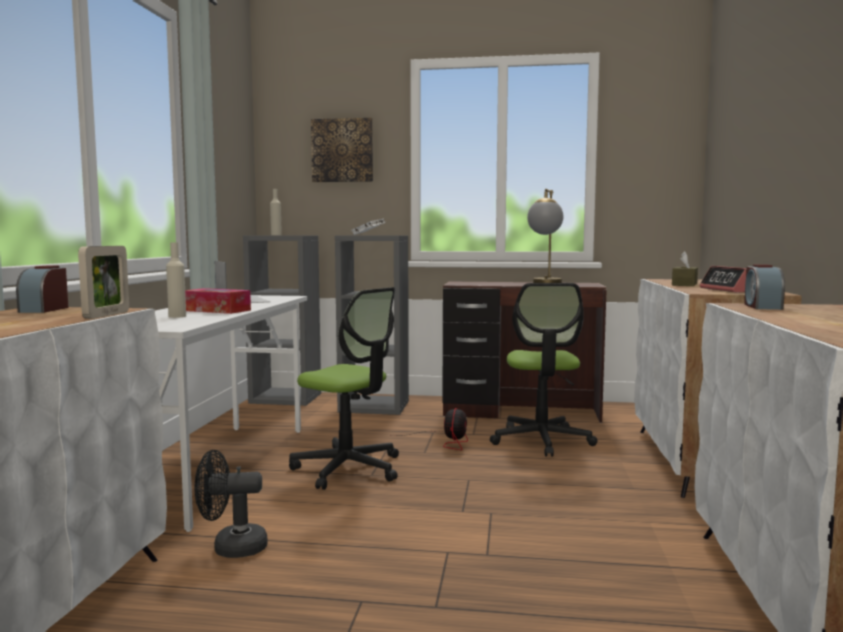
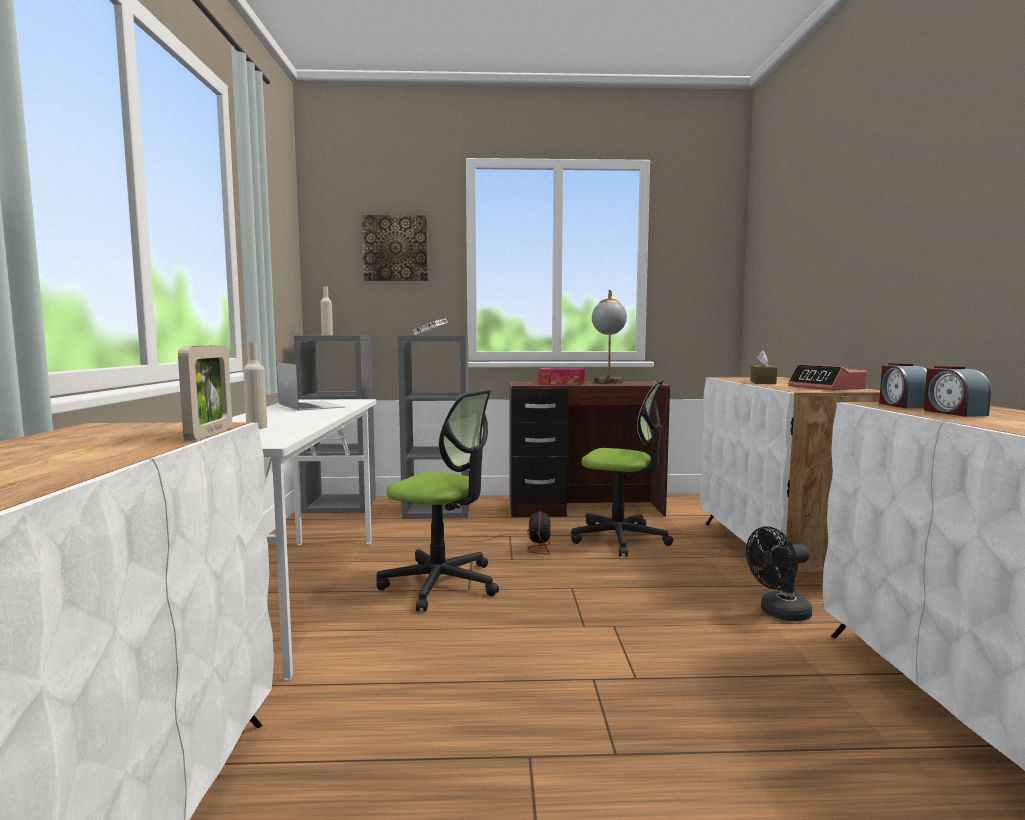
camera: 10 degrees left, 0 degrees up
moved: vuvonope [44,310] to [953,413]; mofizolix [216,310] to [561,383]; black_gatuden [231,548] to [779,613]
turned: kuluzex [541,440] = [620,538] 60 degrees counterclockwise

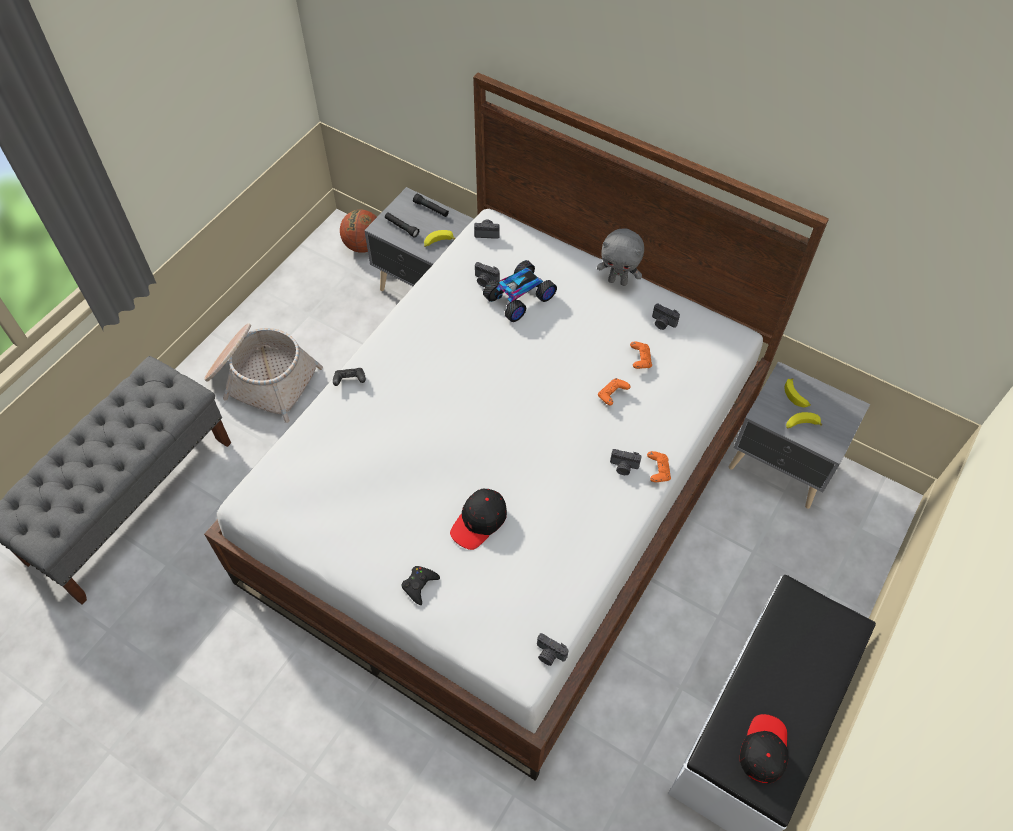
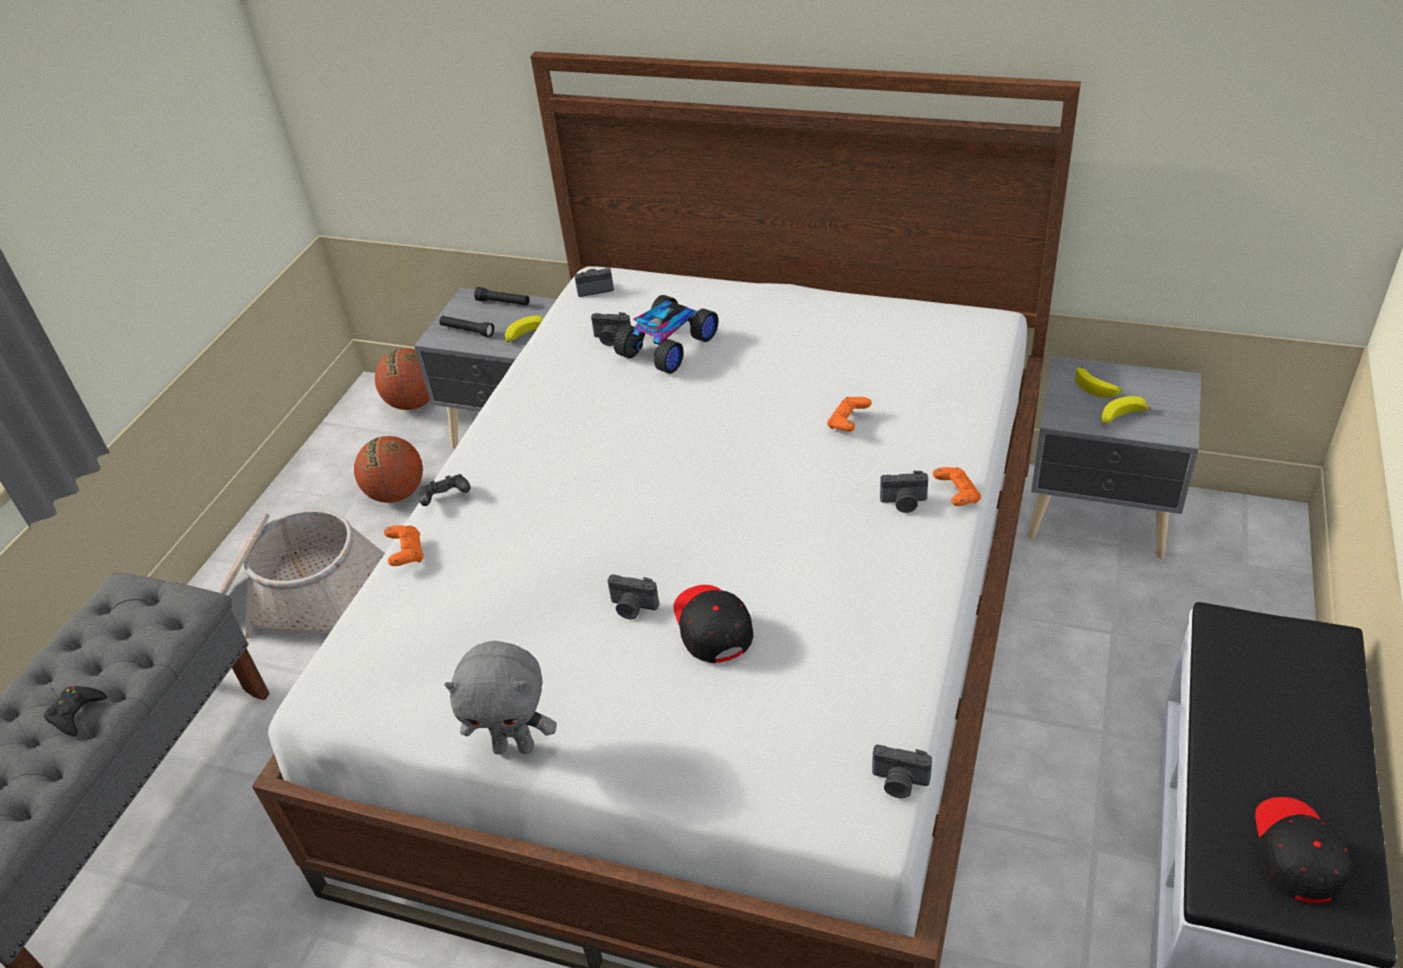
camera: 10 degrees left, 15 degrees down
added: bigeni [396,493]
moved: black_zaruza [419,585] to [76,713]; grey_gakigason [618,281] to [515,746]; orange_zaruza [640,360] to [406,554]; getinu [662,323] to [632,608]
turned: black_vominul [479,522] = [711,627] 135 degrees clockwise

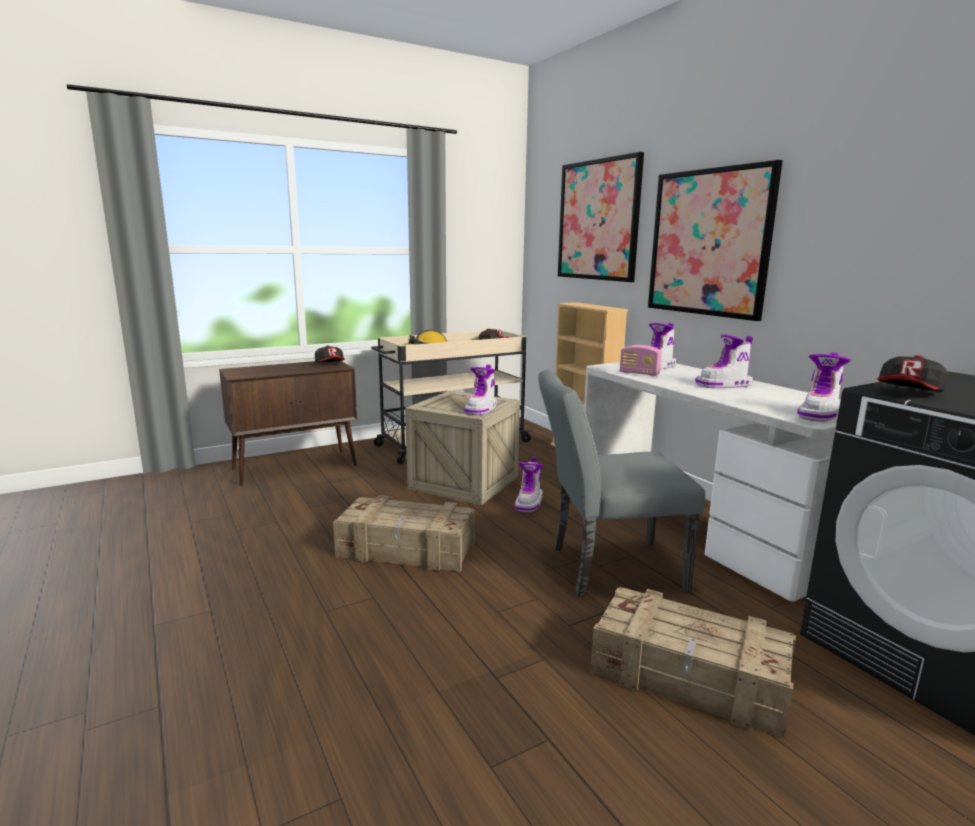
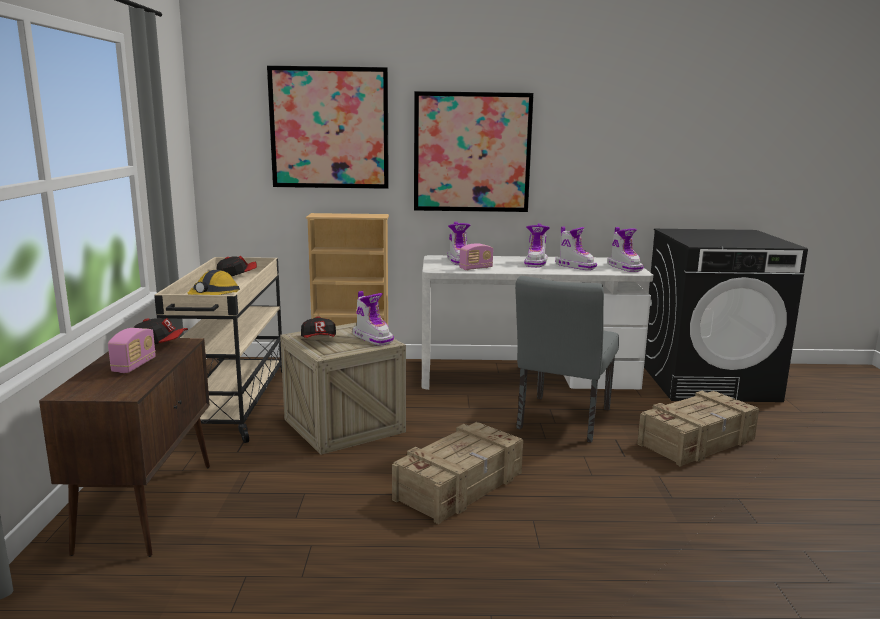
camera: 60 degrees left, 0 degrees up
added: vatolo [134,366]
moved: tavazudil [529,503] to [575,266]; vominul [908,393] to [319,340]

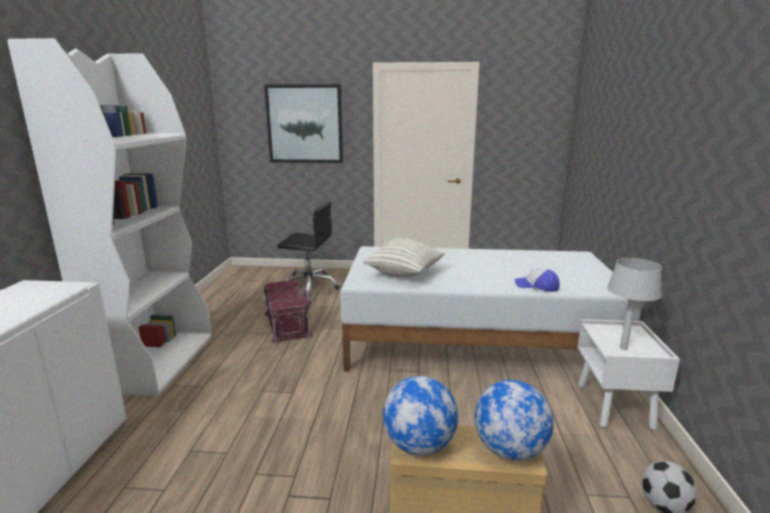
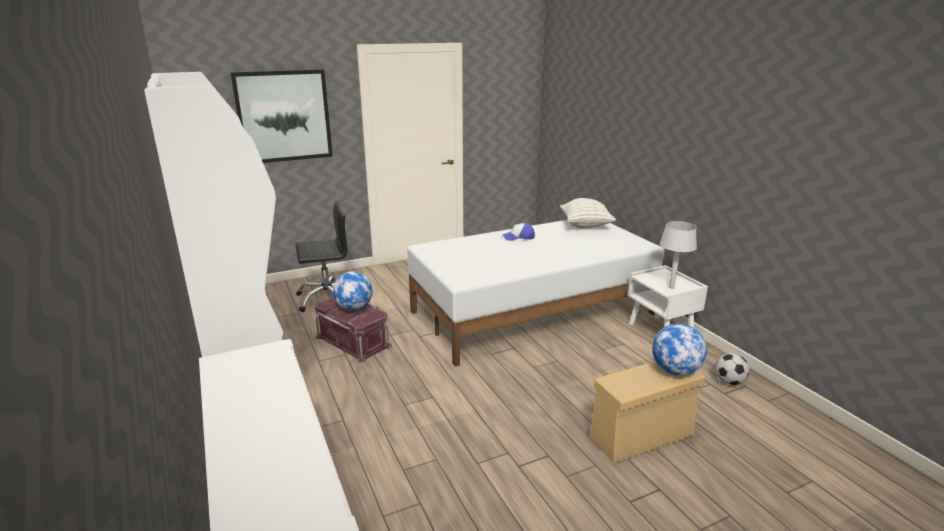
camera: 30 degrees left, 5 degrees up
moved: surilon [404,274] to [585,225]; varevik [419,445] to [354,308]; vominul [537,286] to [519,237]

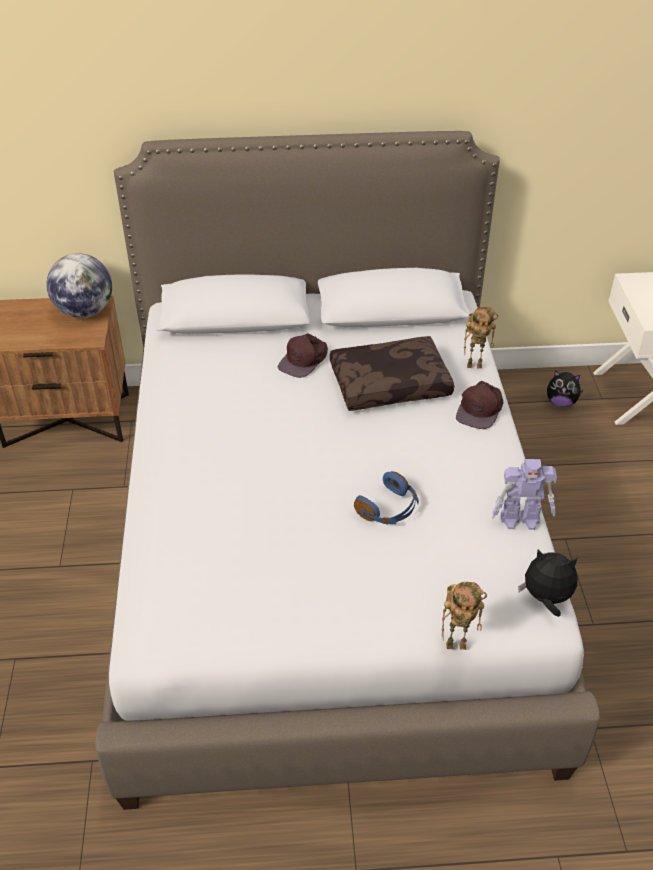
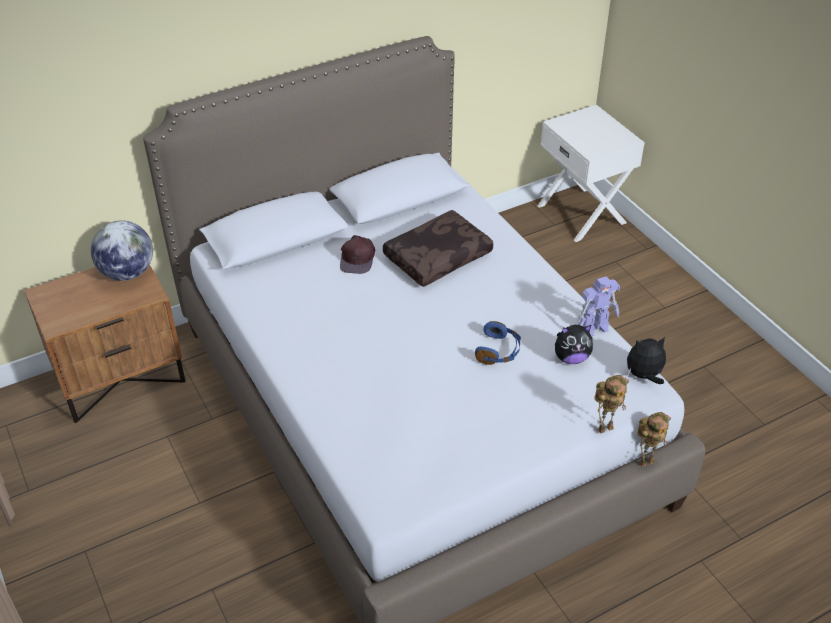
camera: 25 degrees left, 0 degrees up
removed: brown_vominul [480,409]
moved: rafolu [475,365] to [646,461]; gakigason [561,402] to [571,358]

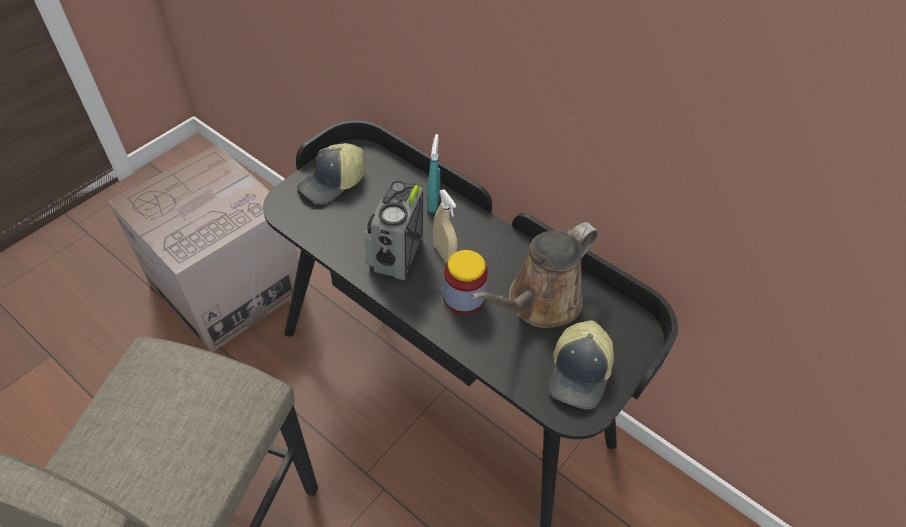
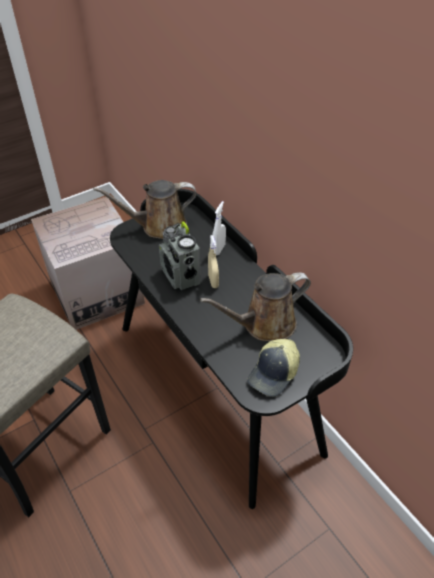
camera: 20 degrees right, 5 degrees down
removed: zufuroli [463,297]
replaced: vominul [333,183] to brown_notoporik [159,226]
recoloured: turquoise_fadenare [433,203] to white_fadenare [219,249]
turned: vatolo [395,255] = [181,276] 60 degrees counterclockwise

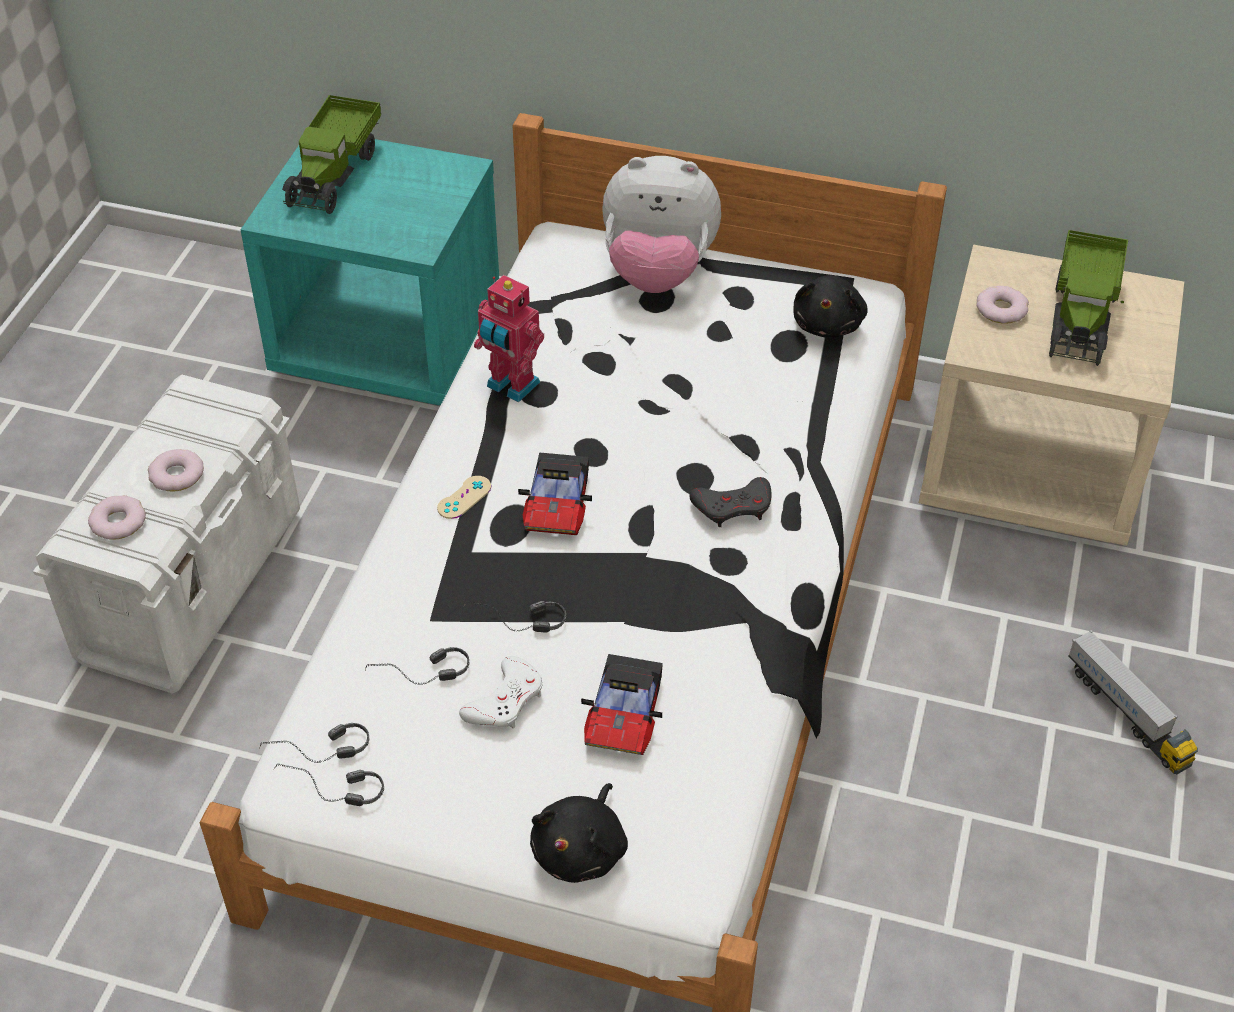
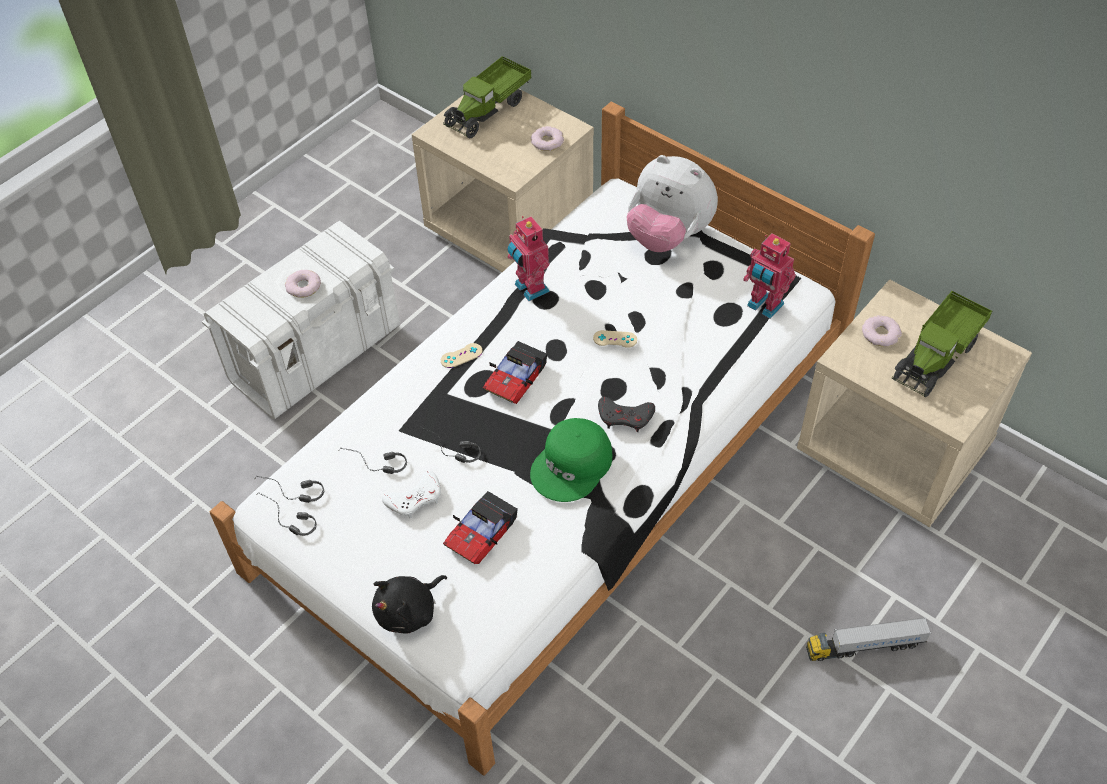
camera: 25 degrees right, 5 degrees up
added: green_vominul [573,465]; beige_zaruza [615,339]
moved: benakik [118,522] to [547,142]
replaced: black_gakigason [828,323] to rafolu [764,306]
recoloured: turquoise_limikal [389,343] to beige_limikal [510,229]
turned: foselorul [1127,714] = [864,646] 90 degrees clockwise

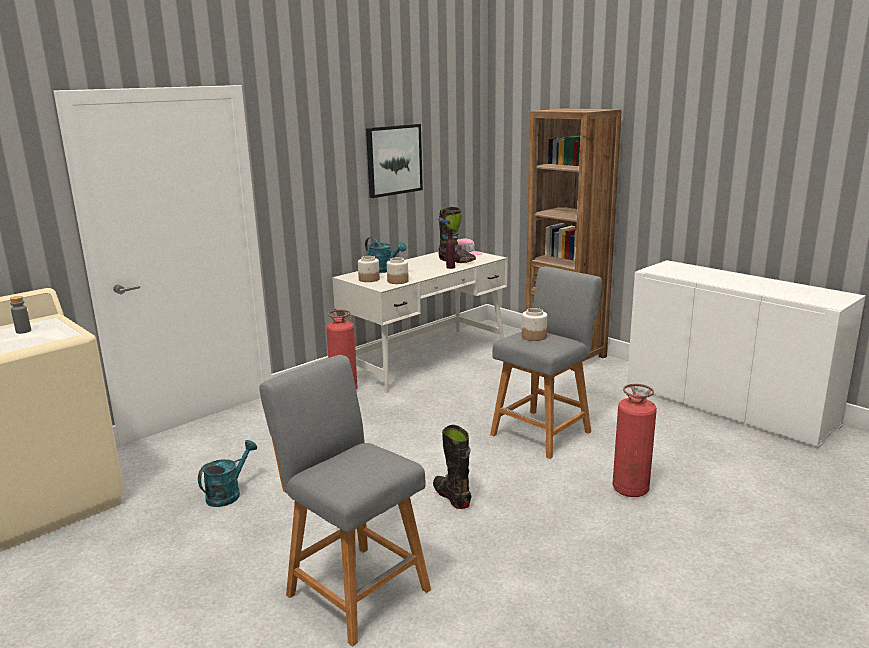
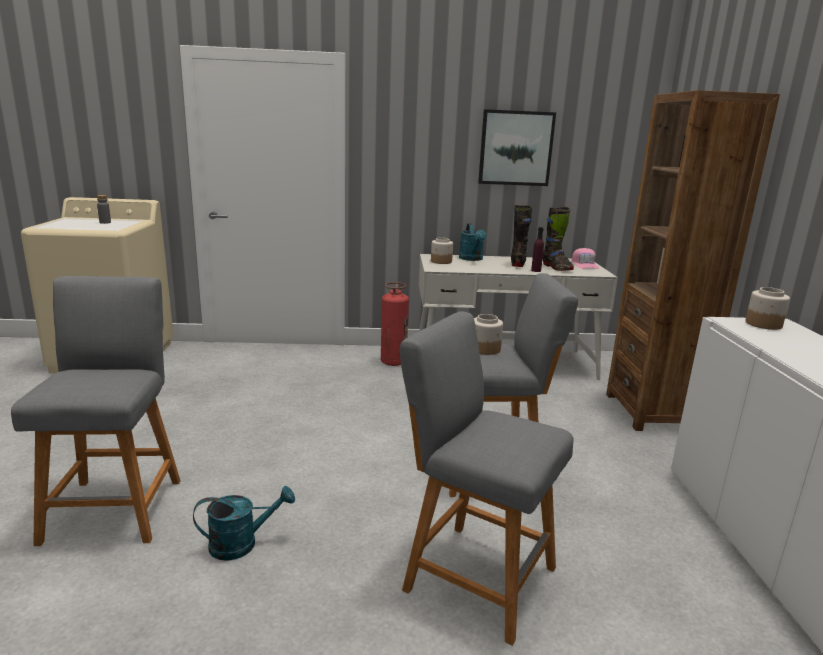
camera: 40 degrees right, 0 degrees up
moved: turquoise_notoporik [228,494] to [242,544]; zufuroli [397,281] to [763,324]; black_tavazudil [452,497] to [518,263]
replaced: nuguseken [630,489] to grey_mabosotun [473,575]

